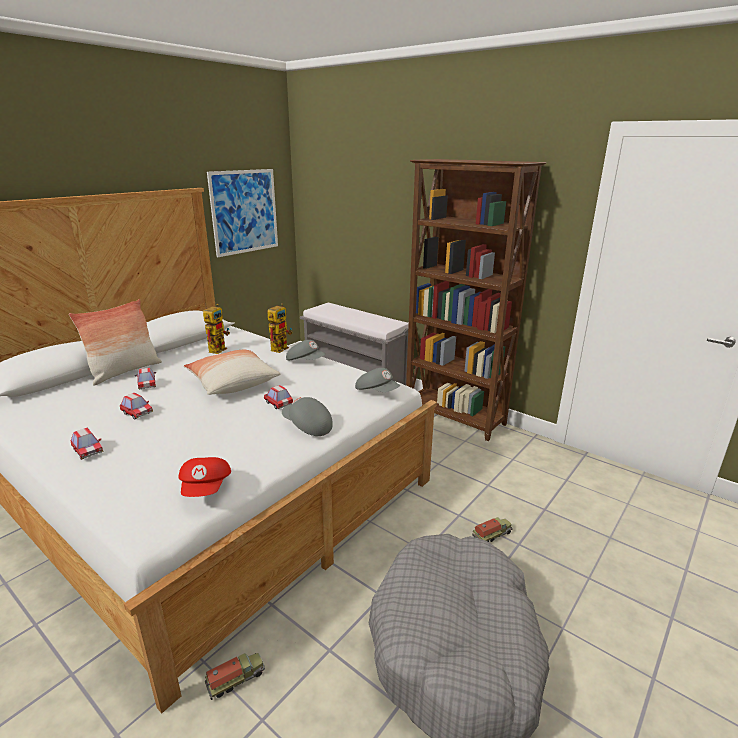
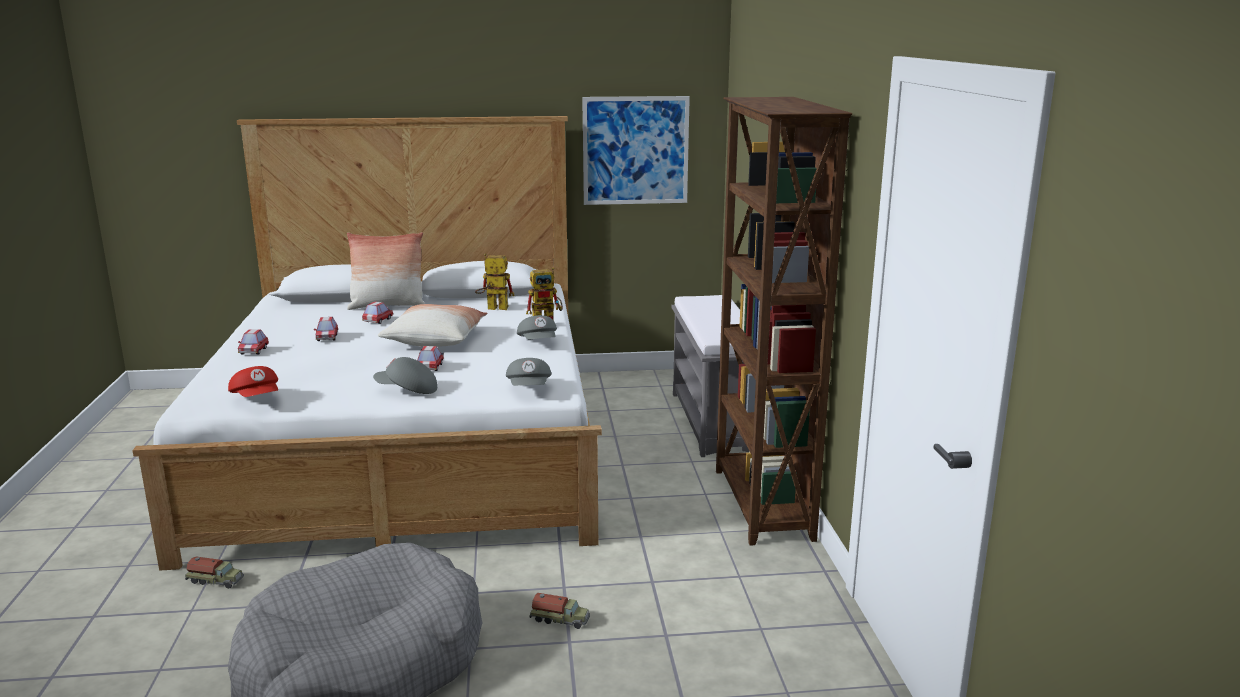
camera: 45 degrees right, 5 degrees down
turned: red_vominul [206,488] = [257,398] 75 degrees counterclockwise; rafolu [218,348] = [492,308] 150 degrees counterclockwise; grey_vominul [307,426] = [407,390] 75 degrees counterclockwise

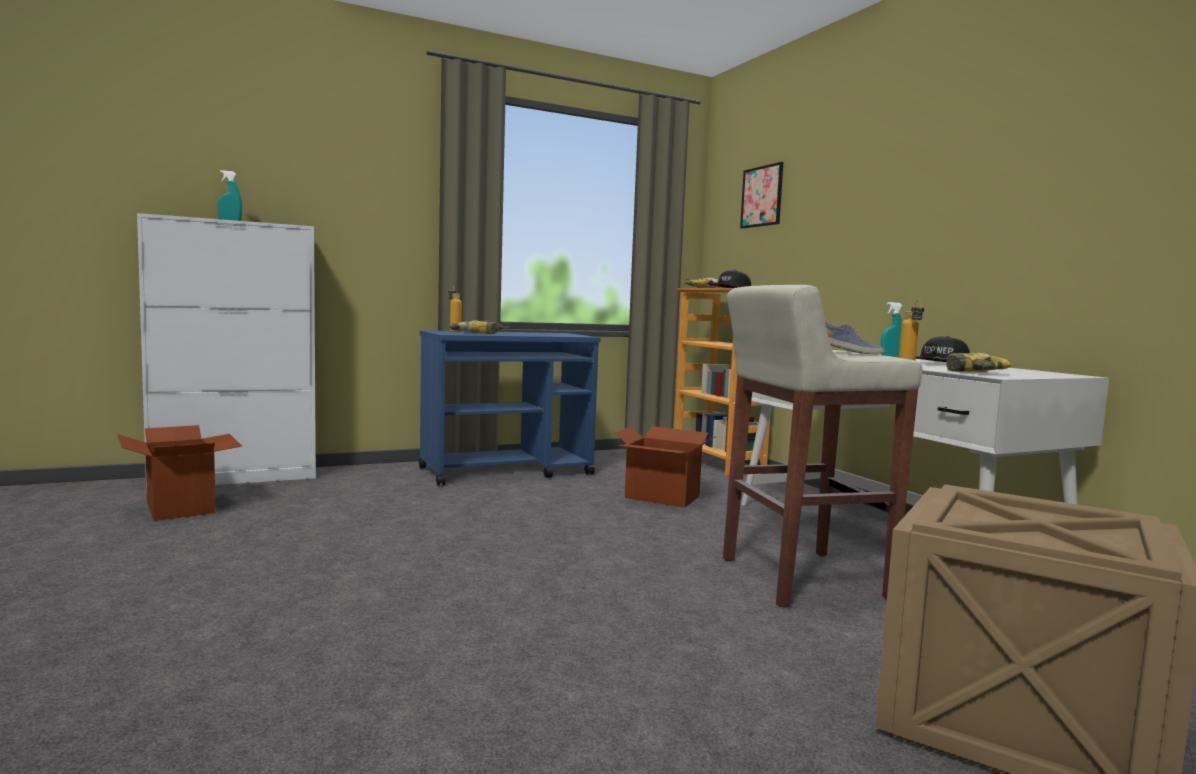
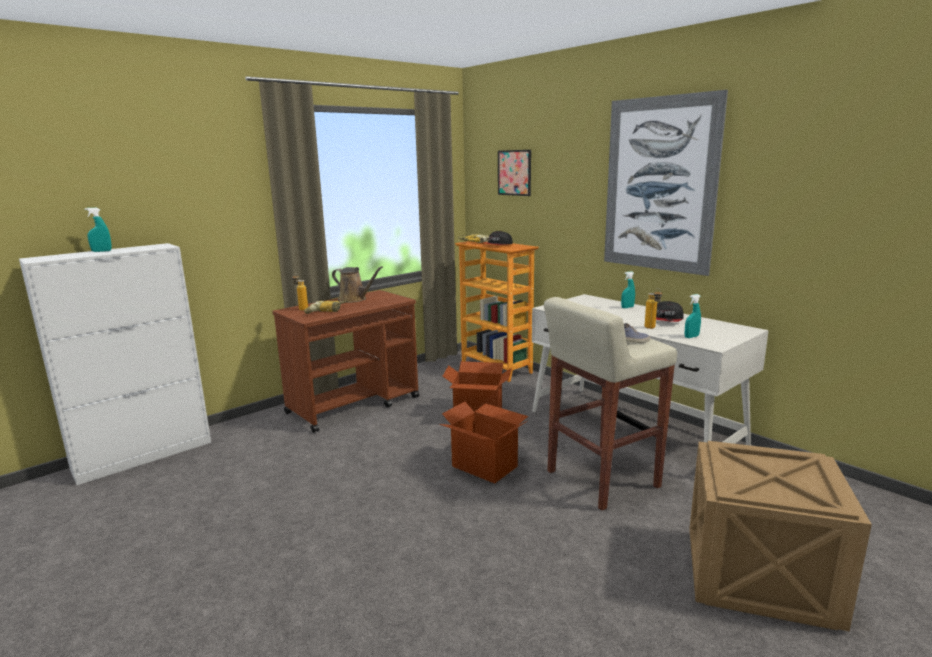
camera: 15 degrees left, 10 degrees up
added: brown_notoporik [354,299]; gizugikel [659,185]
moved: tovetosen [182,507] to [485,466]
replaced: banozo [966,371] to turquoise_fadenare [691,337]
recoloured: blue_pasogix [507,471] to brown_pasogix [354,405]

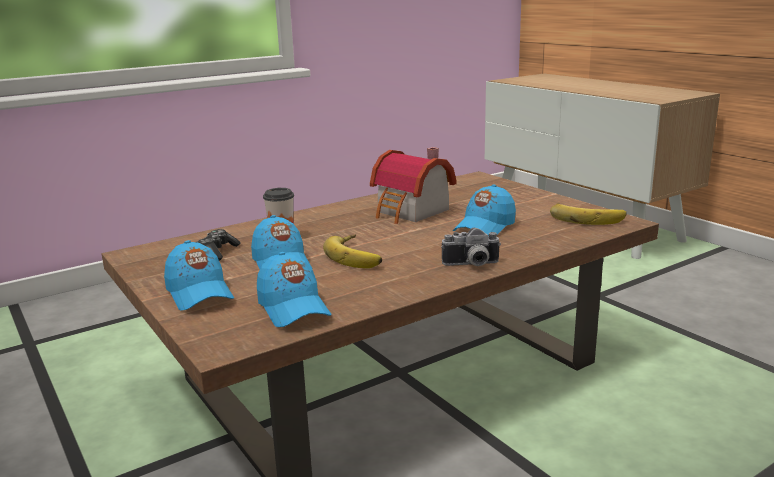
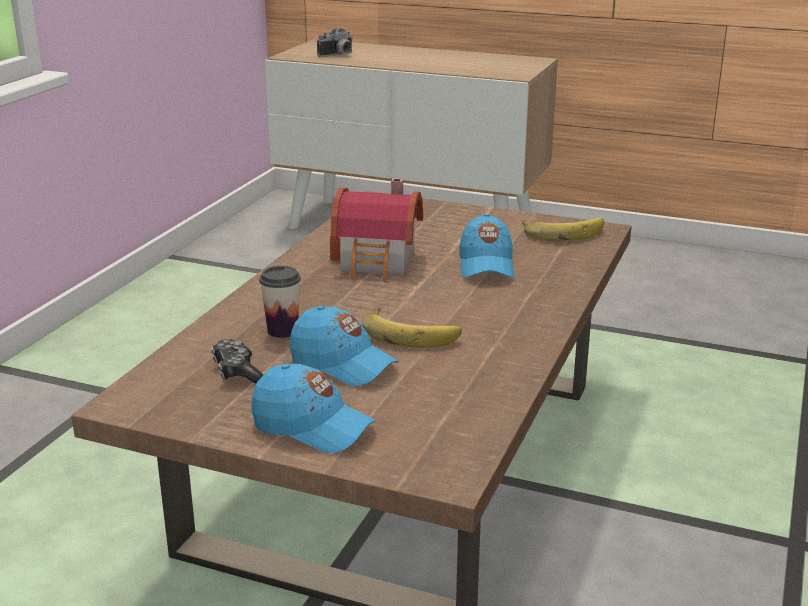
camera: 35 degrees left, 5 degrees up
removed: blue_vominul [293,308]
moved: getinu [472,265] to [338,55]

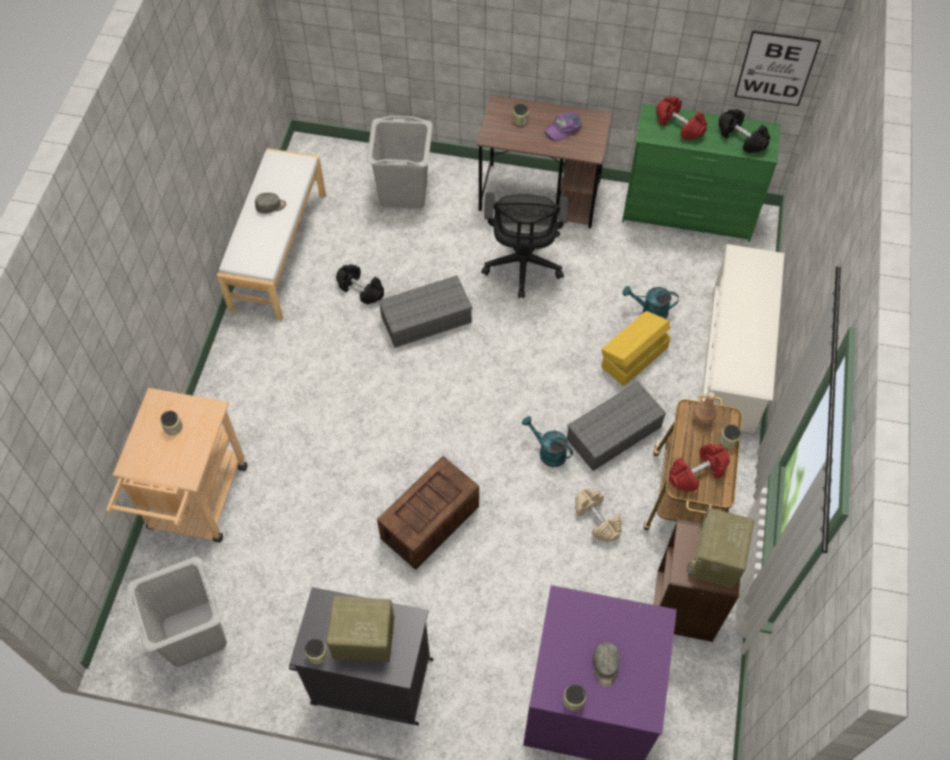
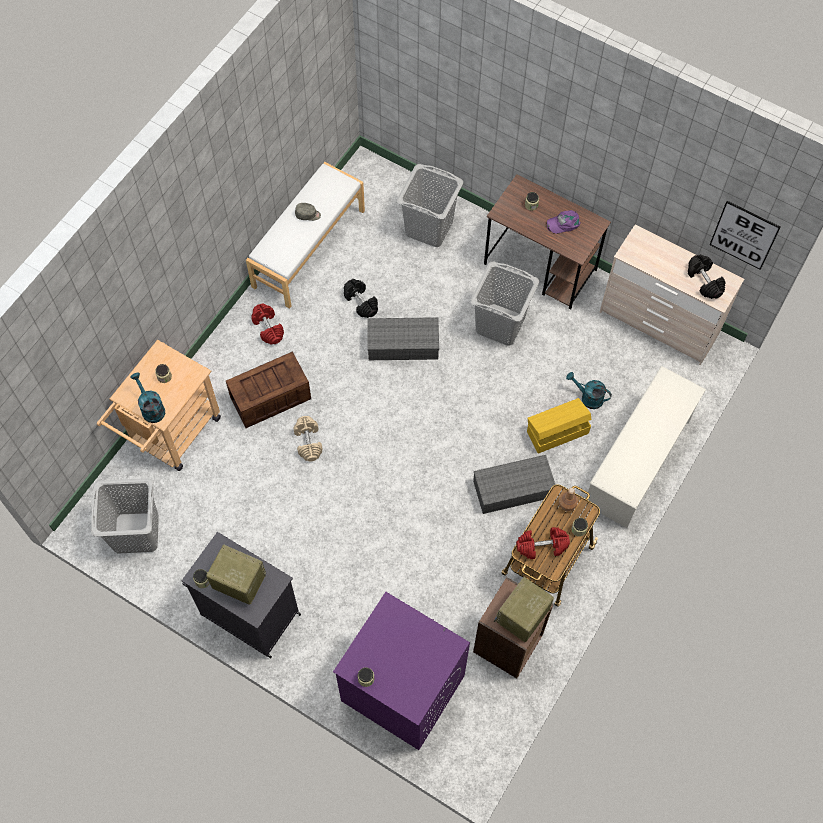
camera: 20 degrees right, 5 degrees up
removed: grey_vominul [605,666]
moved: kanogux [429,523] to [269,399]; turquoise_notoporik [548,452] to [151,408]; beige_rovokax [596,519] to [308,442]; red_rovokax [679,125] to [268,328]
replaced: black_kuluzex [523,266] to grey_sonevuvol [499,324]
recoloured: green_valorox [687,215] to beige_valorox [658,324]

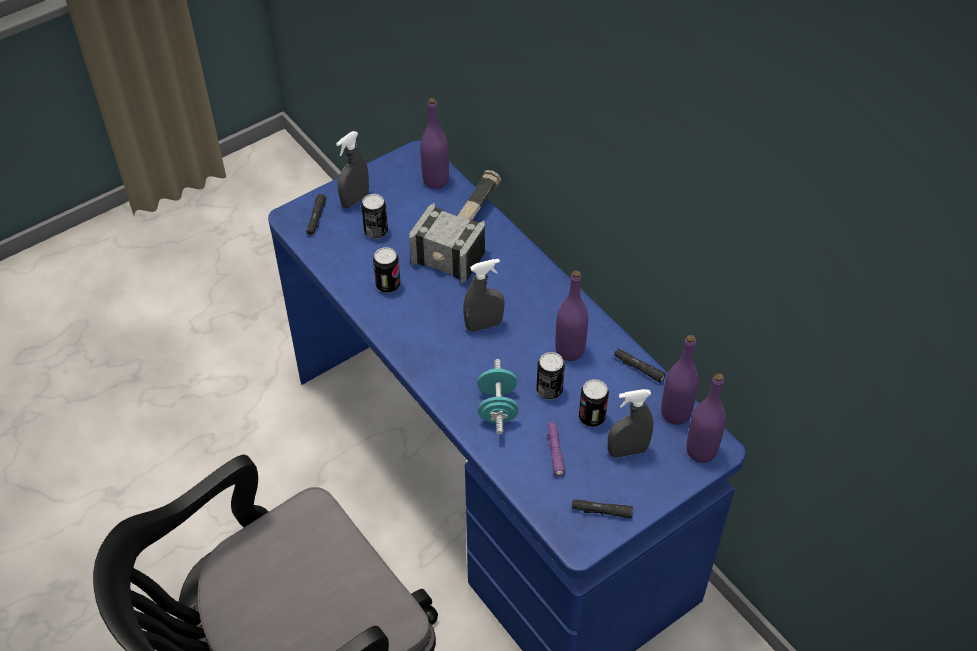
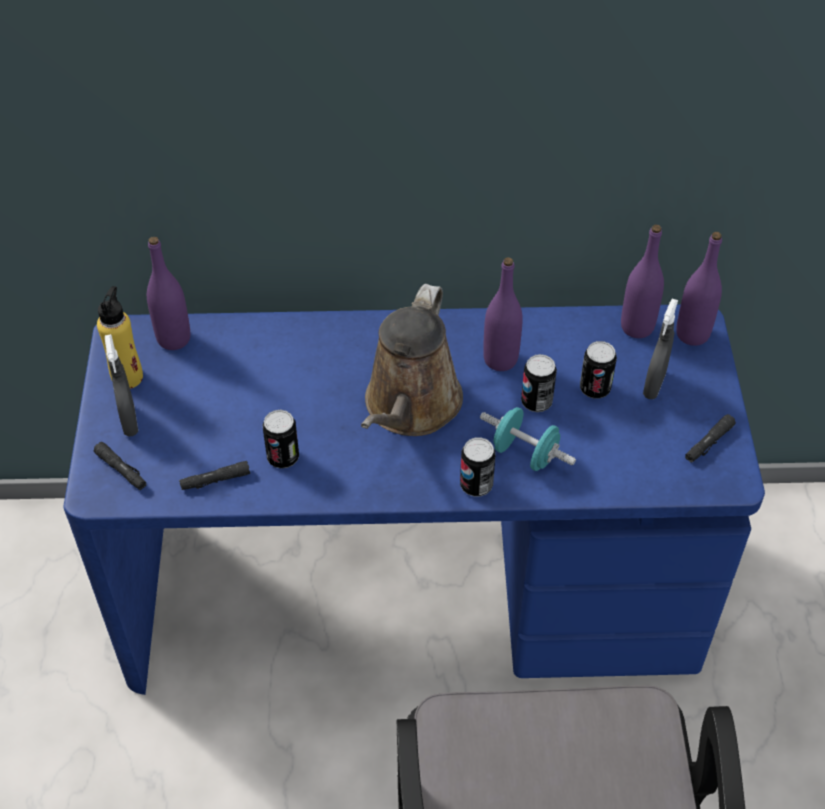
camera: 55 degrees left, 0 degrees up
removed: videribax [465,231]; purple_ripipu [555,451]
added: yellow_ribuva [127,377]
moved: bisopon [376,231] to [476,485]; black_ripipu [638,368] to [215,480]
replaced: grey_fadenare [484,325] to brown_notoporik [410,407]

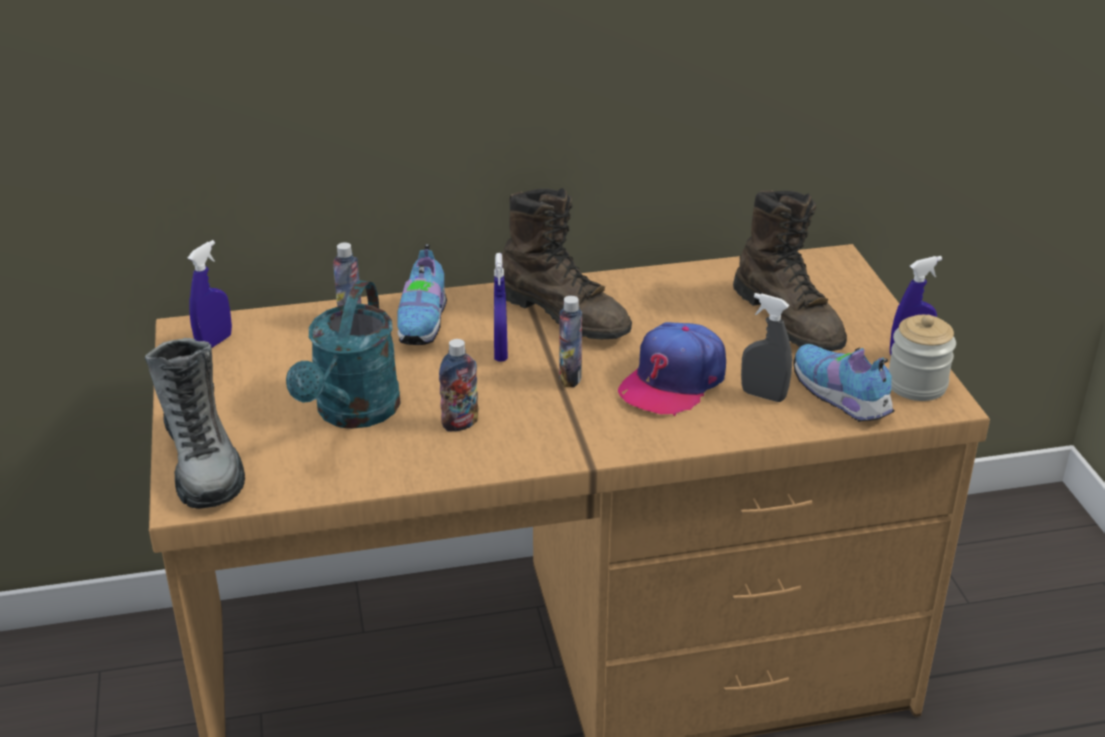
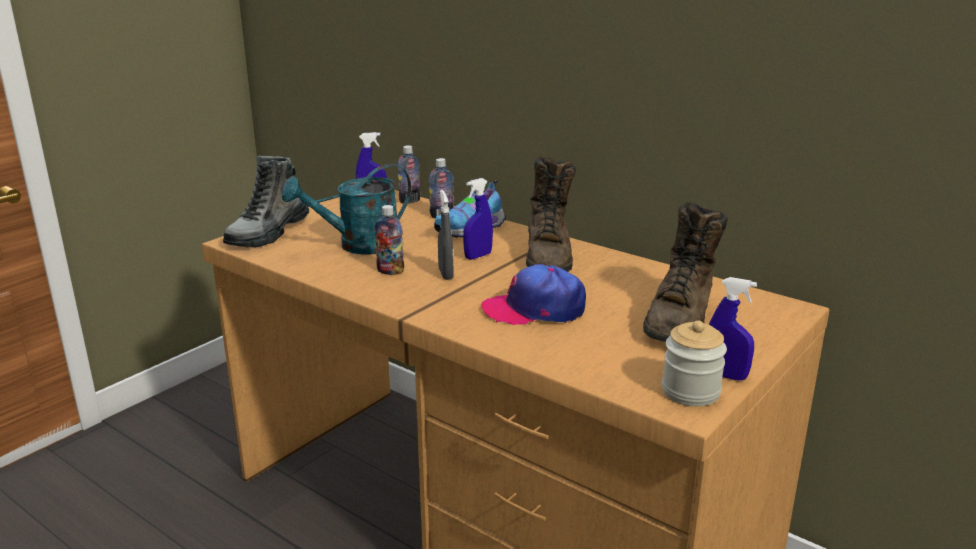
camera: 50 degrees right, 10 degrees down
removed: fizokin [841,399]
moved: ribuva [570,378] to [409,201]; grey_fadenare [763,395] to [445,274]

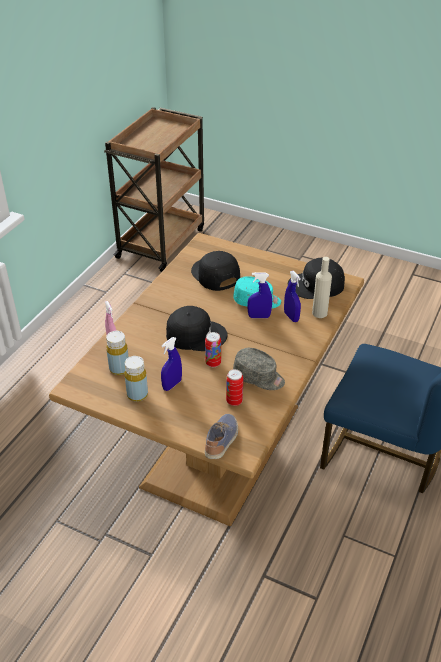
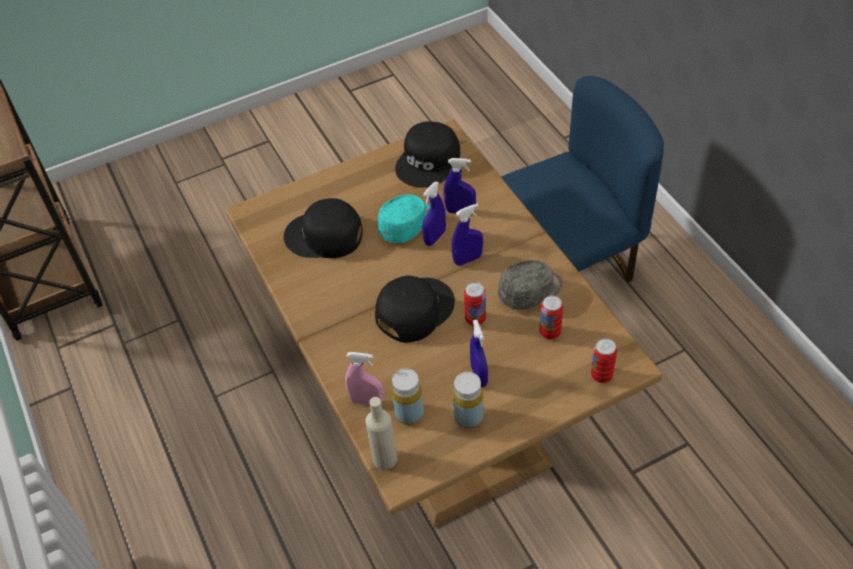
camera: 50 degrees left, 10 degrees up
added: blue_fadenare [467,259]
moved: beige_ribuva [319,313] to [385,458]
replaced: fizokin [222,441] to bisopon [601,375]

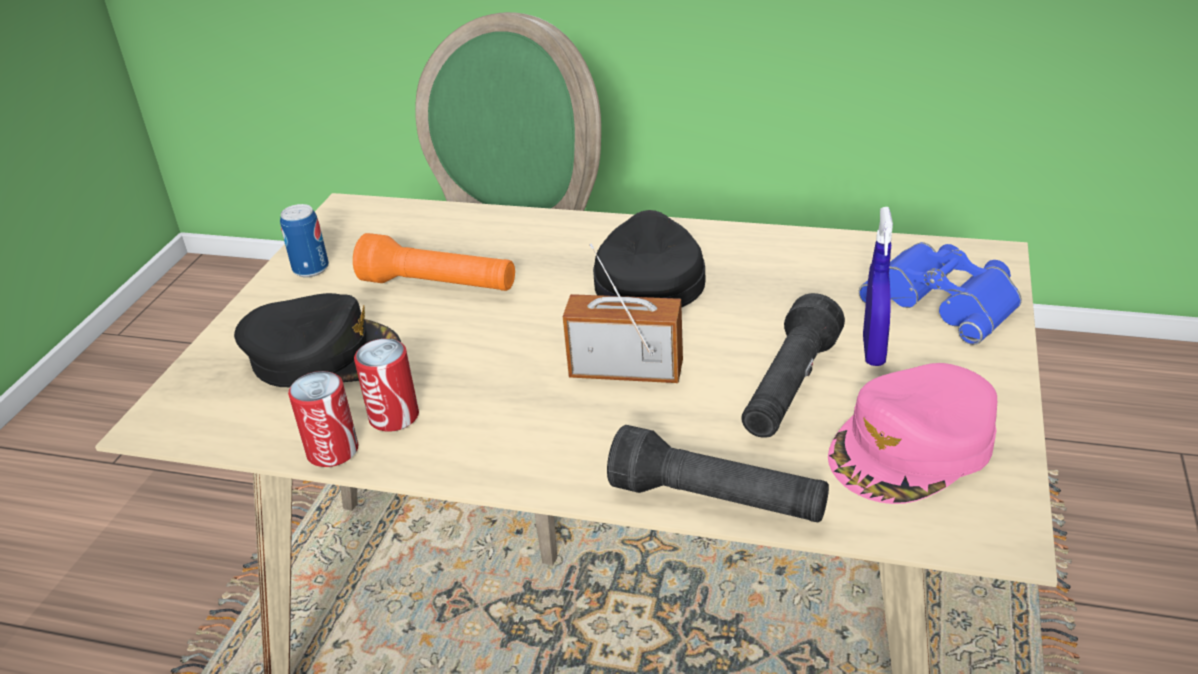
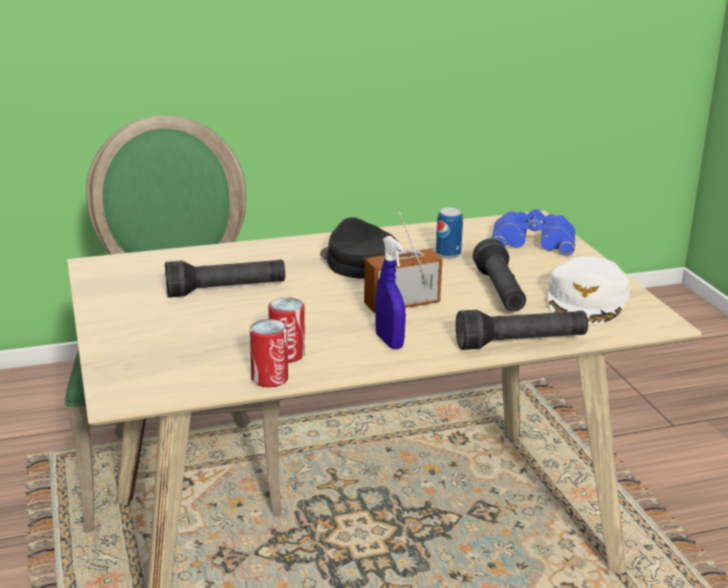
camera: 35 degrees left, 10 degrees down
removed: black_vominul [323,353]
moved: bisopon [311,269] to [448,254]; blue_fadenare [873,351] to [389,342]
recoloured: orange_ripipu [439,286] to black_ripipu [226,291]; pink_vominul [913,447] to white_vominul [587,300]

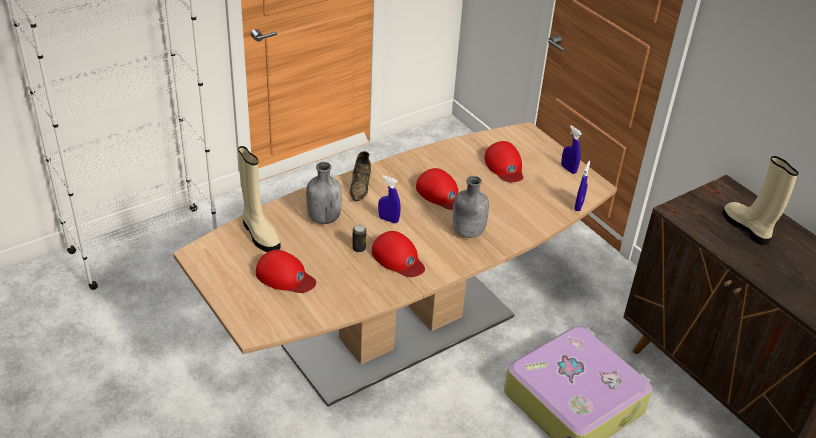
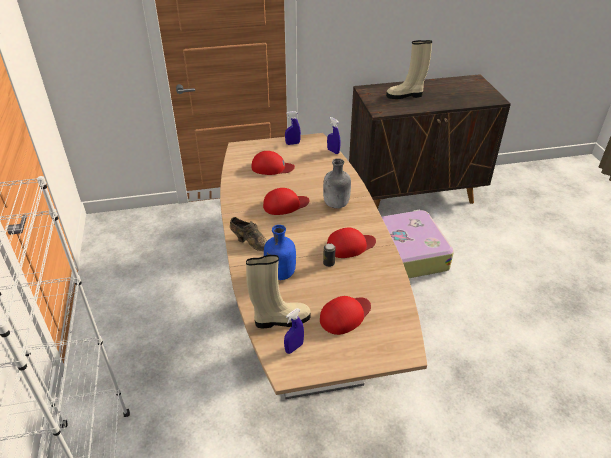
camera: 65 degrees left, 0 degrees up
moved: blue_fadenare [388,220] to [294,348]
recoloured: grey_ribuva [323,218] to blue_ribuva [280,274]

